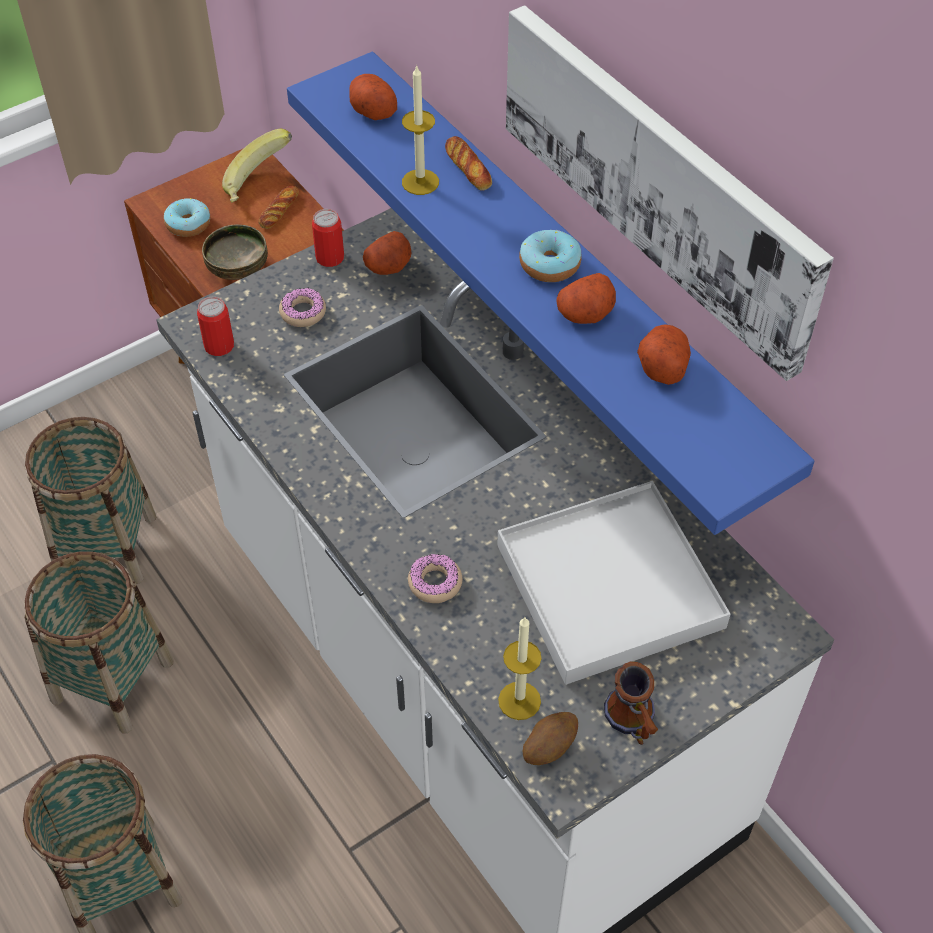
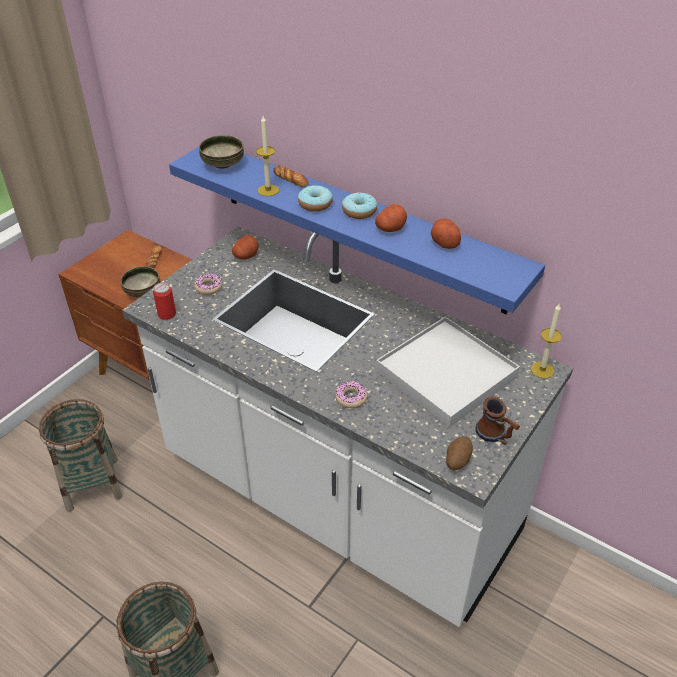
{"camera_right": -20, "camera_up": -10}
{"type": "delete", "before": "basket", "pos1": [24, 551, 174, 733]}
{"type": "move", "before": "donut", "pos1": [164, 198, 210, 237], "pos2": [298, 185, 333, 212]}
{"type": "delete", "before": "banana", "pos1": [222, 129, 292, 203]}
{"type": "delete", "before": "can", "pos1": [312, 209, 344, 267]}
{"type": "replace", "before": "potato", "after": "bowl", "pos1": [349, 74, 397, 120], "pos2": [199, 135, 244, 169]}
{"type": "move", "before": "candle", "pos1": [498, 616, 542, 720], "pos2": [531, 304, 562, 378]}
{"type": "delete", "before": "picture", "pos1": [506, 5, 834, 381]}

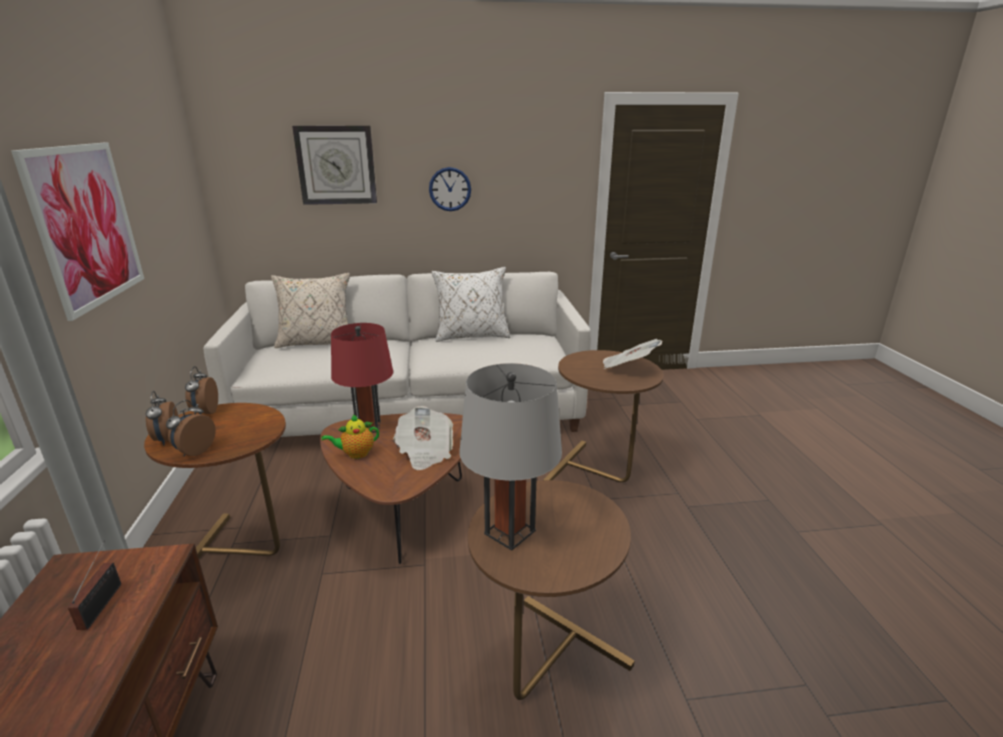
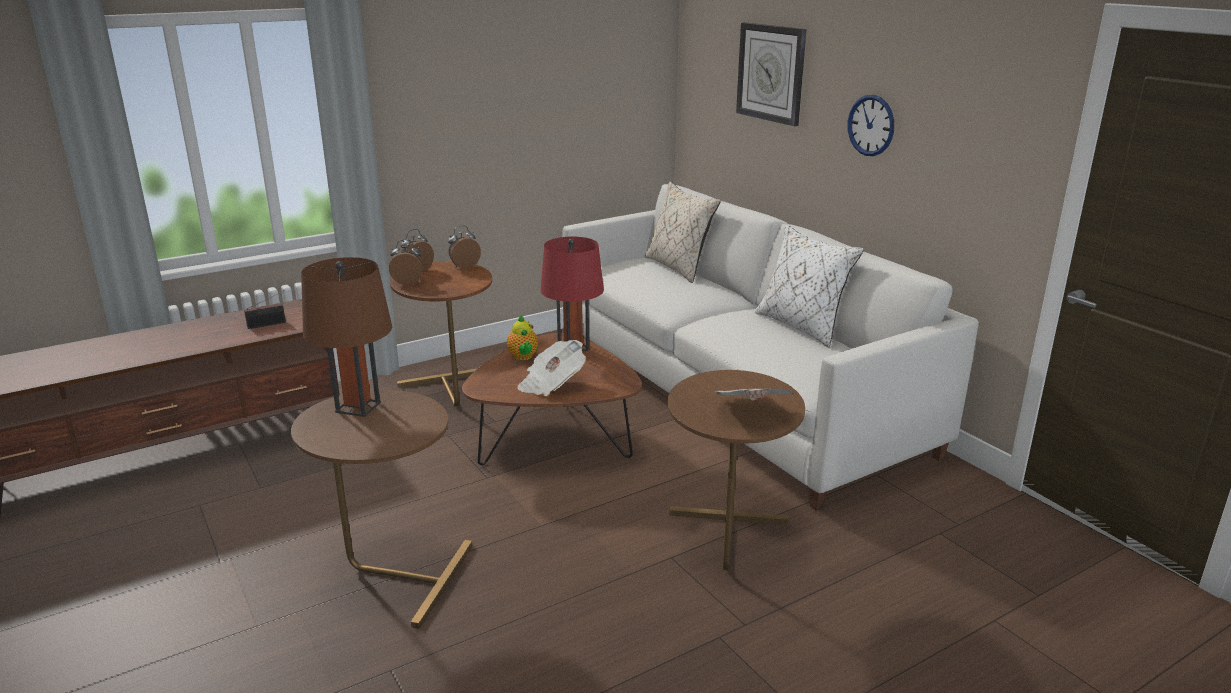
{"camera_right": 65, "camera_up": 0}
{"type": "delete", "before": "picture", "pos1": [11, 142, 144, 321]}
{"type": "rotate", "before": "teapot", "pos1": [321, 415, 379, 459], "pos2": [507, 315, 538, 360], "turn": -150}
{"type": "recolor", "before": "grey table lamp", "after": "brown table lamp", "pos1": [460, 363, 562, 550], "pos2": [301, 257, 392, 417]}

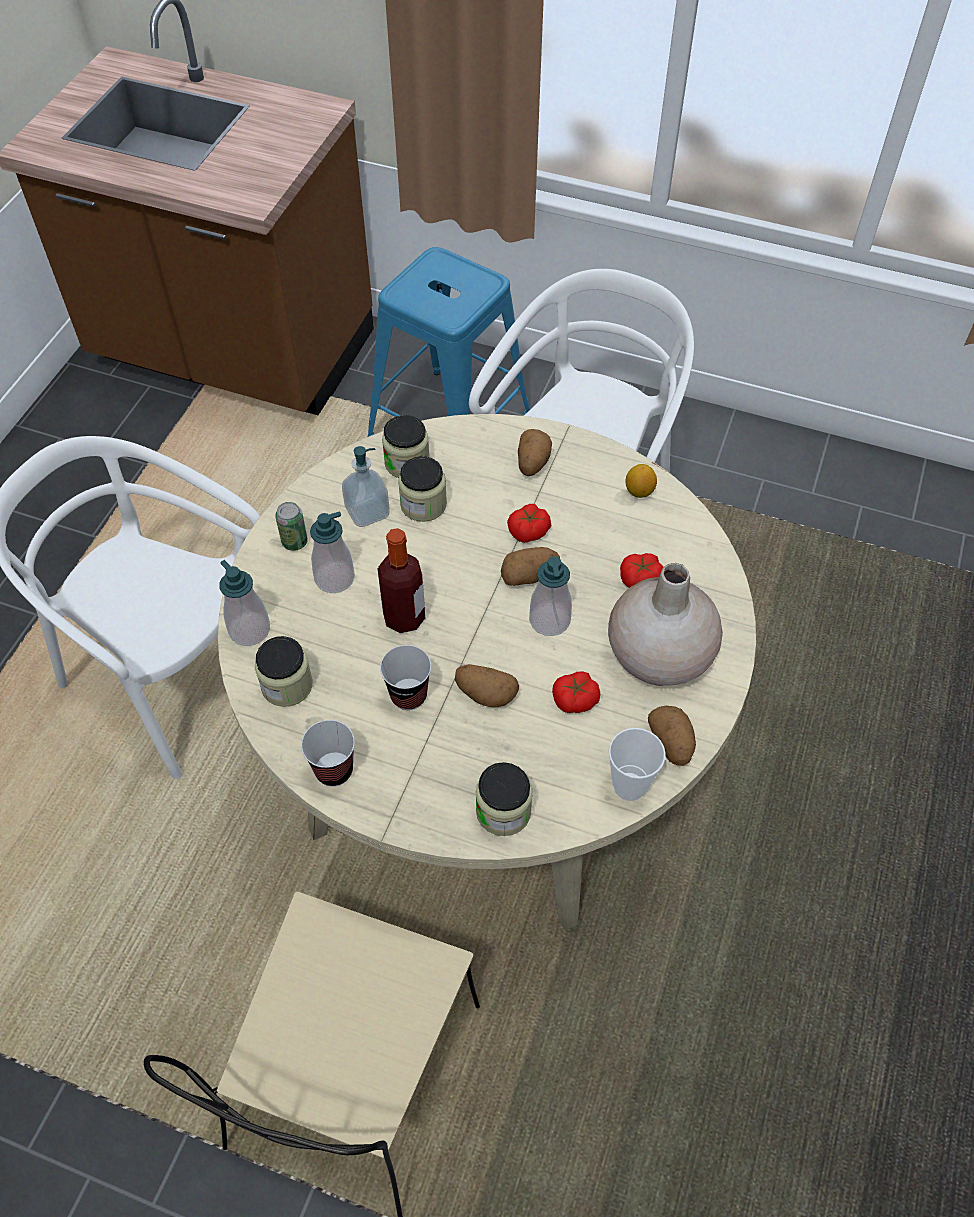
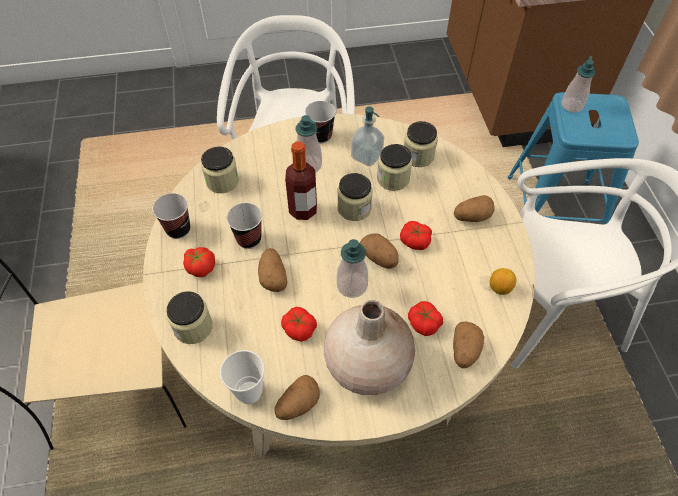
{"camera_right": 60, "camera_up": 0}
{"type": "move", "before": "soap dispenser", "pos1": [219, 560, 270, 646], "pos2": [561, 56, 596, 113]}
{"type": "replace", "before": "can", "after": "cup", "pos1": [275, 502, 308, 551], "pos2": [305, 101, 336, 144]}
{"type": "insert", "after": "tomato", "pos2": [183, 247, 215, 277]}
{"type": "insert", "after": "jar", "pos2": [337, 173, 373, 221]}
{"type": "insert", "after": "potato", "pos2": [453, 322, 484, 368]}

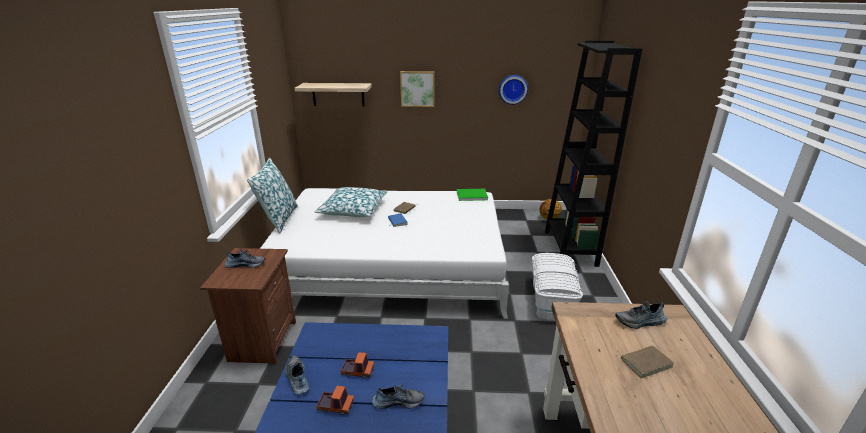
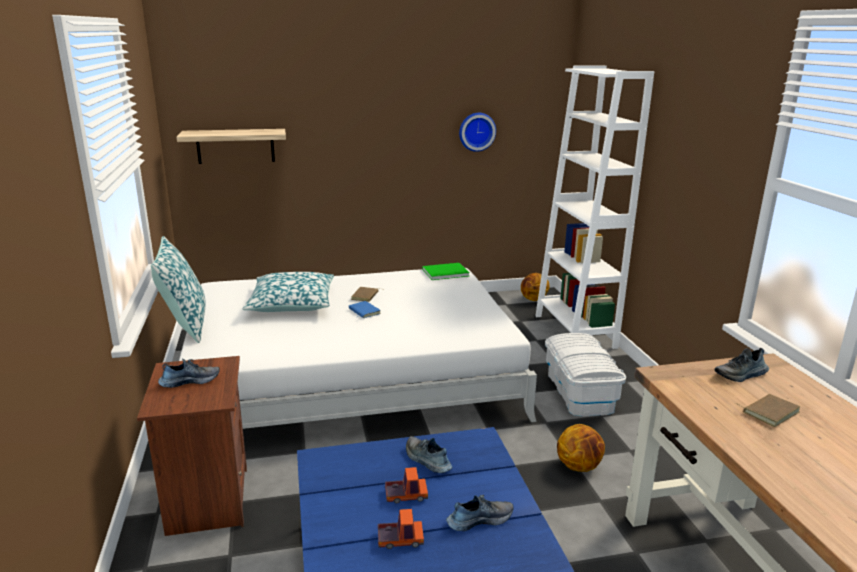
{"camera_right": -15, "camera_up": -5}
{"type": "move", "before": "shoe", "pos1": [285, 356, 309, 395], "pos2": [406, 436, 452, 473]}
{"type": "delete", "before": "picture", "pos1": [400, 71, 434, 107]}
{"type": "recolor", "before": "black bookcase", "after": "white bookcase", "pos1": [545, 40, 642, 267], "pos2": [535, 66, 654, 349]}
{"type": "insert", "after": "basketball", "pos2": [557, 424, 605, 472]}

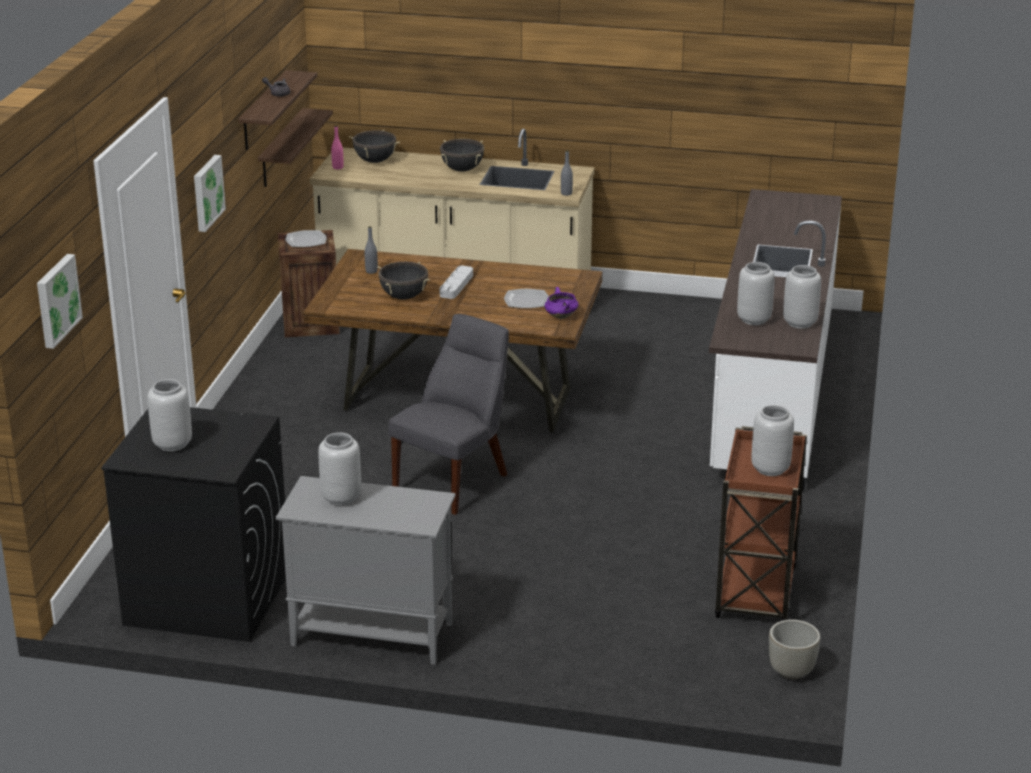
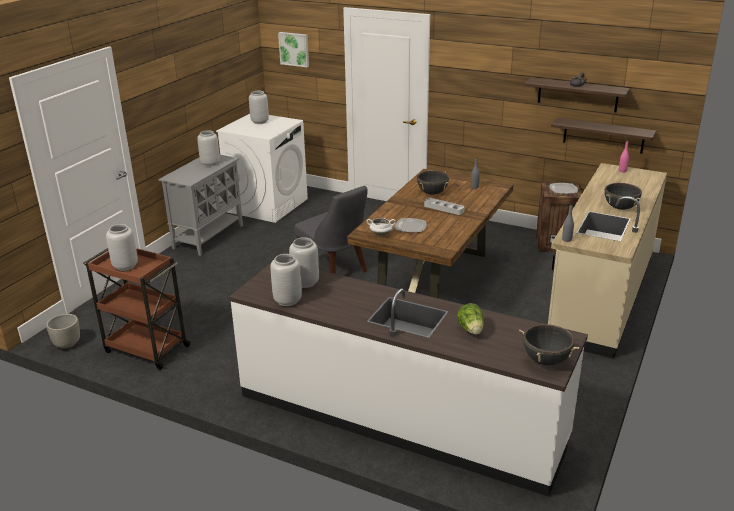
{"camera_right": 105, "camera_up": 0}
{"type": "recolor", "before": "black washing machine", "after": "white washing machine", "pos1": [101, 407, 286, 642], "pos2": [216, 114, 308, 223]}
{"type": "delete", "before": "picture", "pos1": [194, 155, 226, 232]}
{"type": "move", "before": "black cooking pot", "pos1": [349, 130, 400, 163], "pos2": [519, 324, 579, 366]}
{"type": "recolor", "before": "purple cooking pot", "after": "white cooking pot", "pos1": [545, 287, 579, 319], "pos2": [367, 218, 396, 237]}
{"type": "insert", "after": "lettuce", "pos2": [457, 303, 484, 335]}

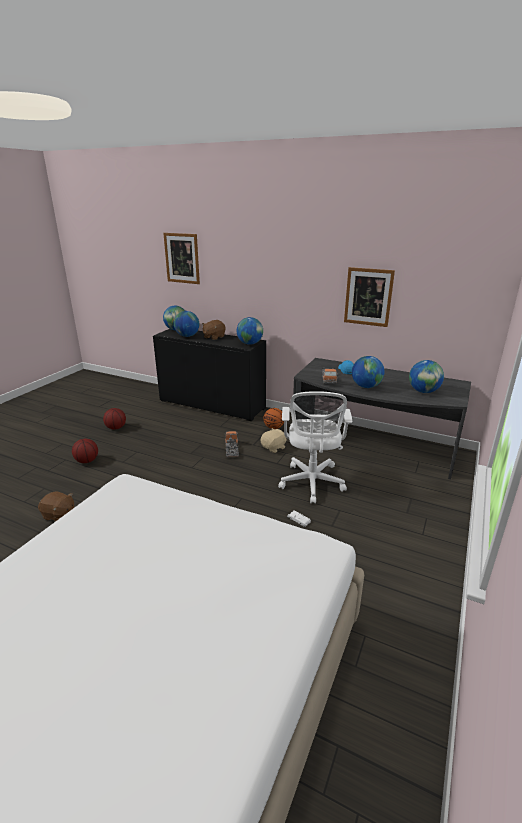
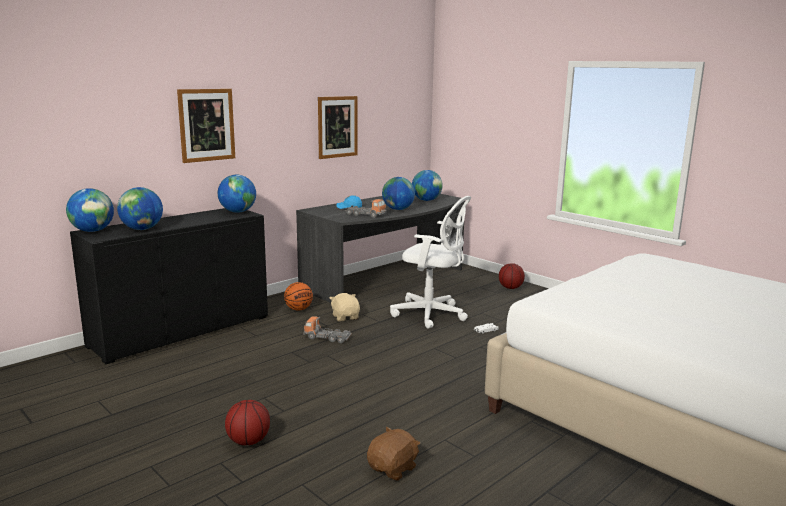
{"camera_right": -70, "camera_up": -10}
{"type": "move", "before": "basketball", "pos1": [103, 408, 126, 430], "pos2": [499, 263, 525, 289]}
{"type": "move", "before": "picture", "pos1": [163, 233, 200, 284], "pos2": [177, 89, 235, 163]}
{"type": "delete", "before": "brown plush toy", "pos1": [202, 320, 226, 340]}

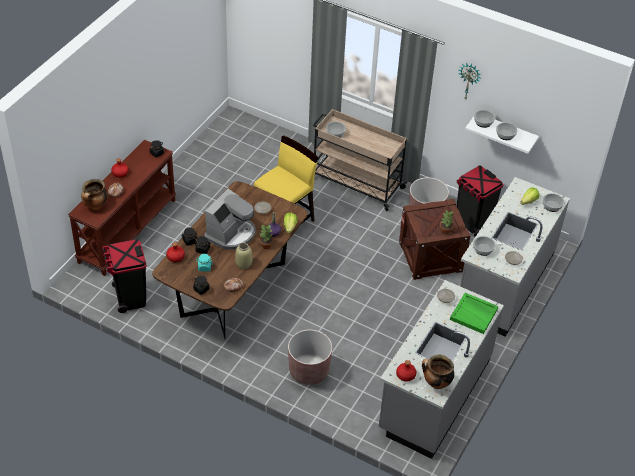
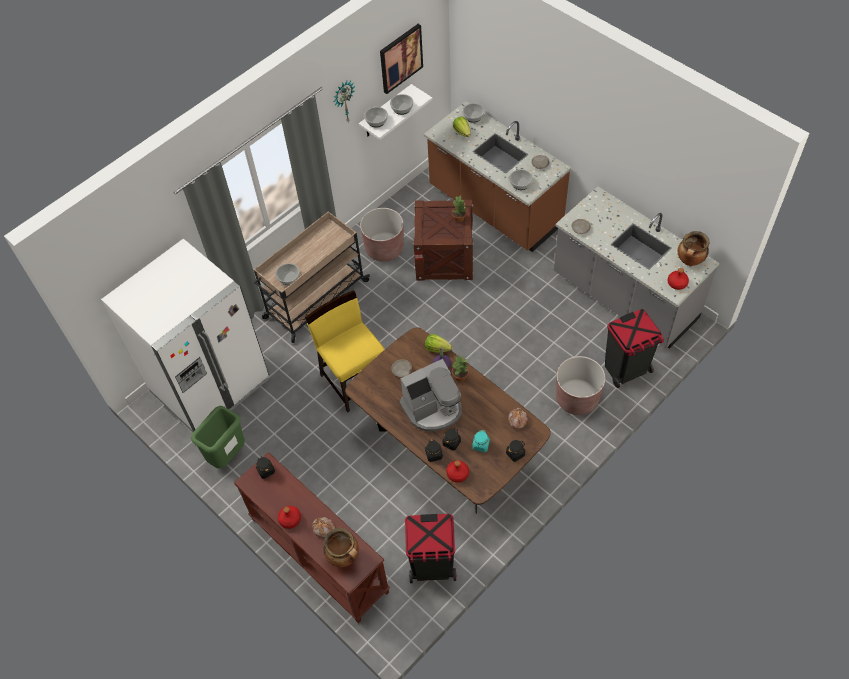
{"camera_right": -70, "camera_up": 10}
{"type": "rotate", "before": "coffee machine", "pos1": [204, 189, 256, 250], "pos2": [400, 359, 462, 431], "turn": 105}
{"type": "delete", "before": "beige vase", "pos1": [235, 243, 252, 269]}
{"type": "delete", "before": "green tray", "pos1": [450, 293, 498, 334]}
{"type": "move", "before": "black trash can", "pos1": [457, 166, 503, 237], "pos2": [605, 309, 664, 388]}
{"type": "recolor", "before": "grey counter", "after": "brown counter", "pos1": [460, 177, 570, 337], "pos2": [424, 101, 571, 252]}
{"type": "insert", "after": "white fridge", "pos2": [101, 239, 269, 433]}
{"type": "insert", "after": "green trash can", "pos2": [191, 406, 245, 469]}
{"type": "insert", "after": "picture", "pos2": [380, 24, 423, 94]}

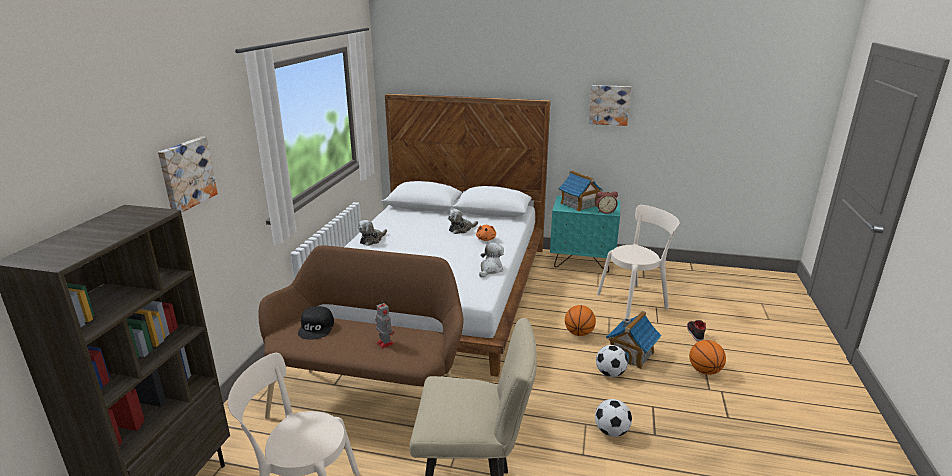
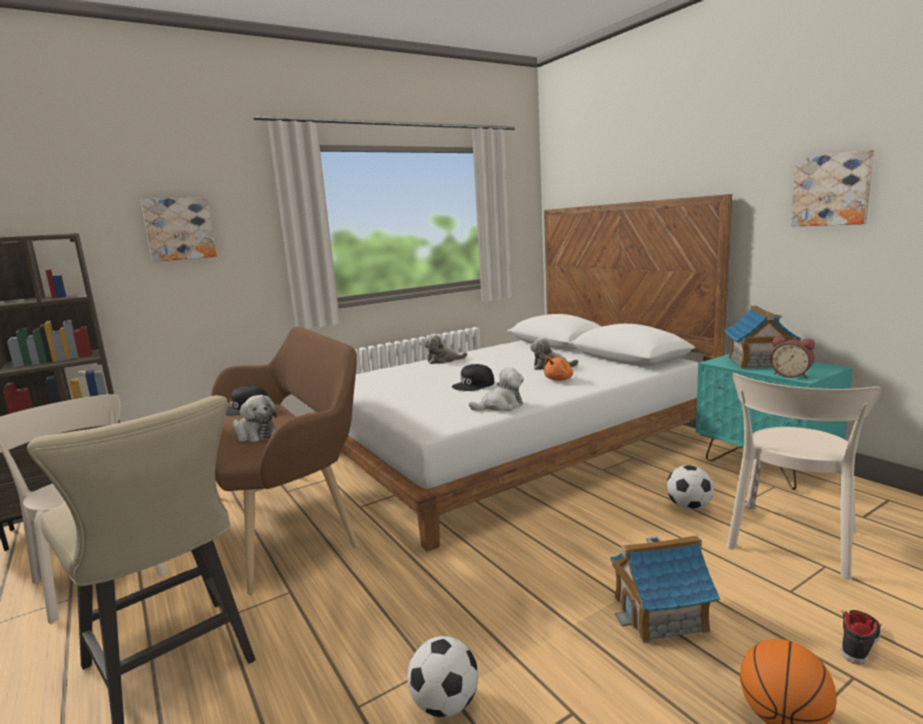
{"camera_right": 45, "camera_up": -10}
{"type": "replace", "before": "toy robot", "after": "plush toy", "pos1": [375, 300, 395, 349], "pos2": [233, 395, 277, 442]}
{"type": "delete", "before": "basketball", "pos1": [565, 305, 596, 336]}
{"type": "move", "before": "football", "pos1": [596, 345, 628, 377], "pos2": [666, 465, 714, 510]}
{"type": "rotate", "before": "beige chair", "pos1": [597, 205, 680, 319], "pos2": [727, 373, 881, 580], "turn": 105}
{"type": "insert", "after": "black cap", "pos2": [452, 364, 494, 391]}

